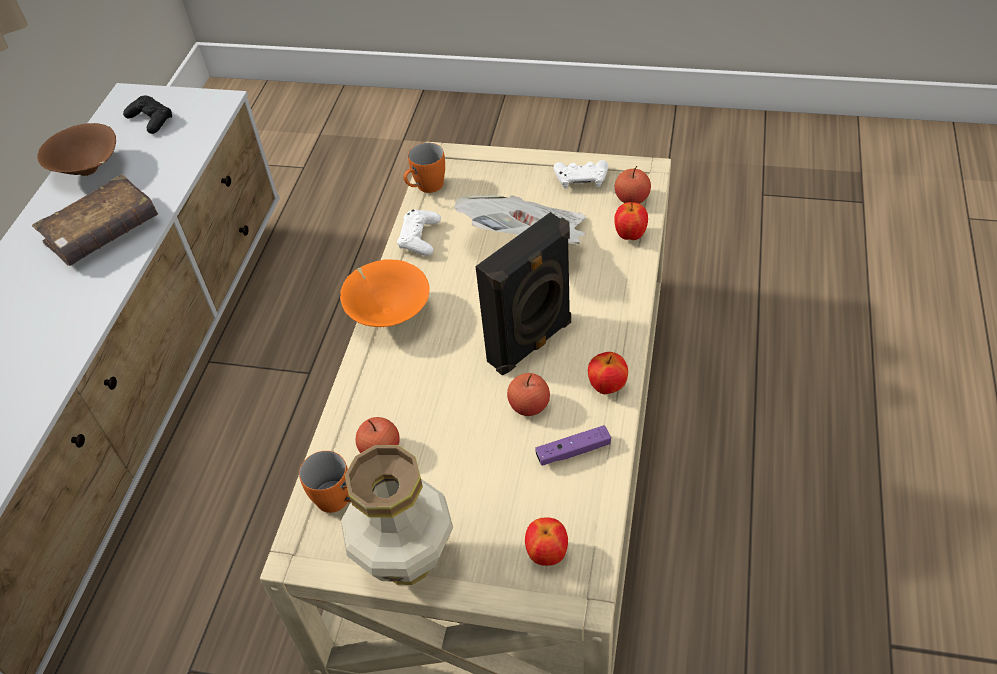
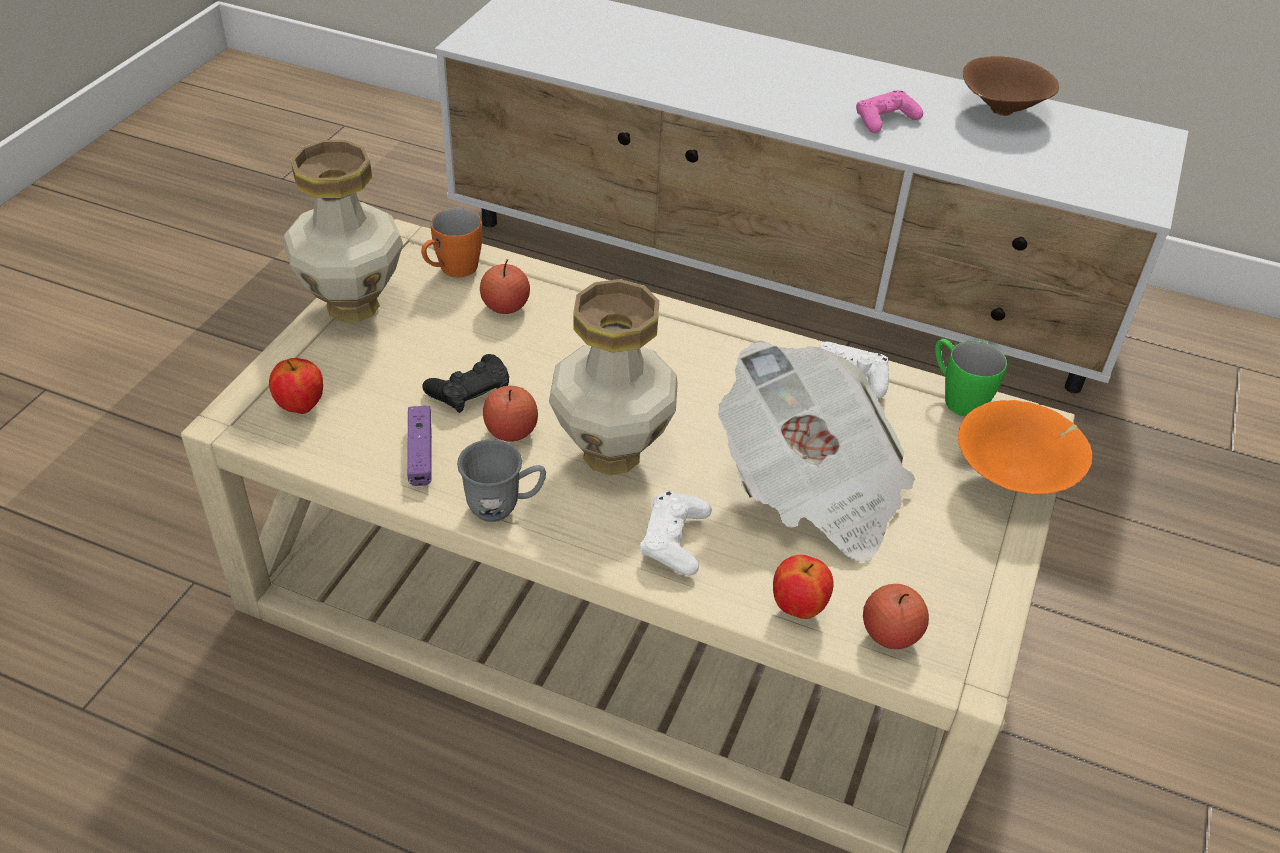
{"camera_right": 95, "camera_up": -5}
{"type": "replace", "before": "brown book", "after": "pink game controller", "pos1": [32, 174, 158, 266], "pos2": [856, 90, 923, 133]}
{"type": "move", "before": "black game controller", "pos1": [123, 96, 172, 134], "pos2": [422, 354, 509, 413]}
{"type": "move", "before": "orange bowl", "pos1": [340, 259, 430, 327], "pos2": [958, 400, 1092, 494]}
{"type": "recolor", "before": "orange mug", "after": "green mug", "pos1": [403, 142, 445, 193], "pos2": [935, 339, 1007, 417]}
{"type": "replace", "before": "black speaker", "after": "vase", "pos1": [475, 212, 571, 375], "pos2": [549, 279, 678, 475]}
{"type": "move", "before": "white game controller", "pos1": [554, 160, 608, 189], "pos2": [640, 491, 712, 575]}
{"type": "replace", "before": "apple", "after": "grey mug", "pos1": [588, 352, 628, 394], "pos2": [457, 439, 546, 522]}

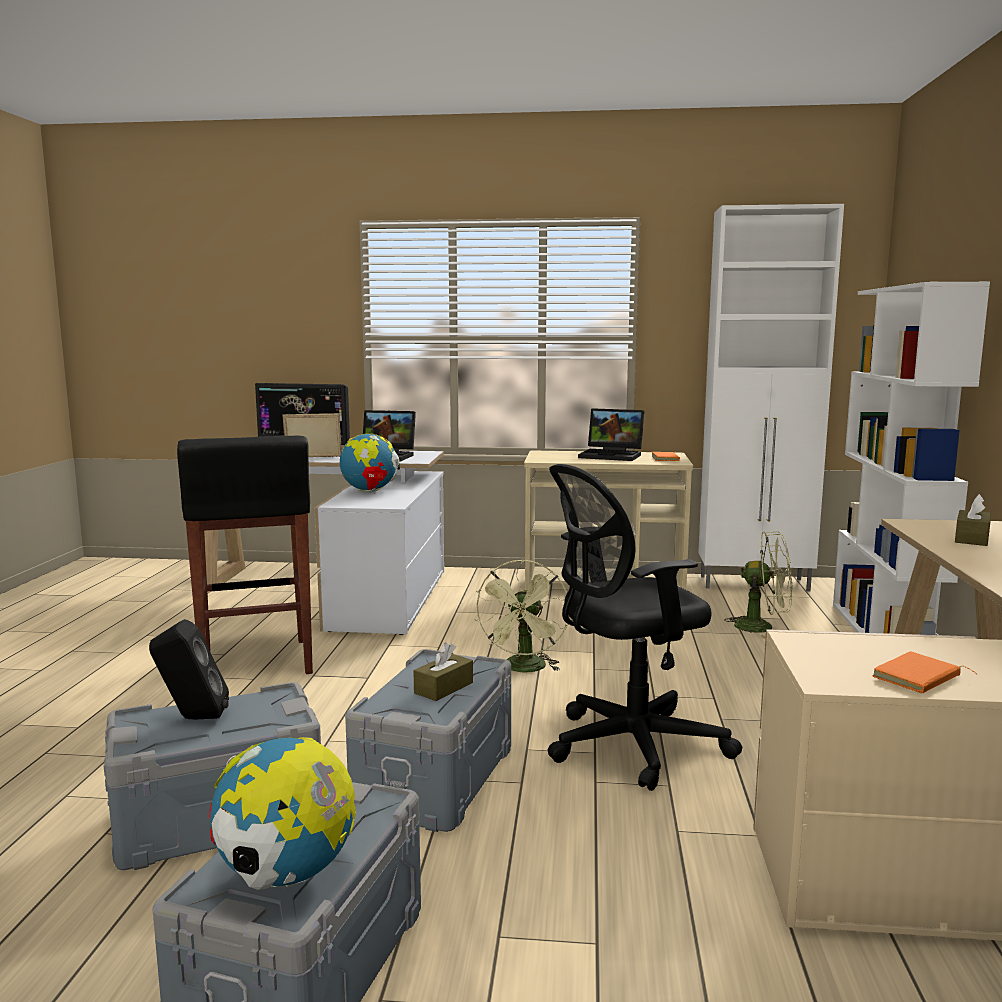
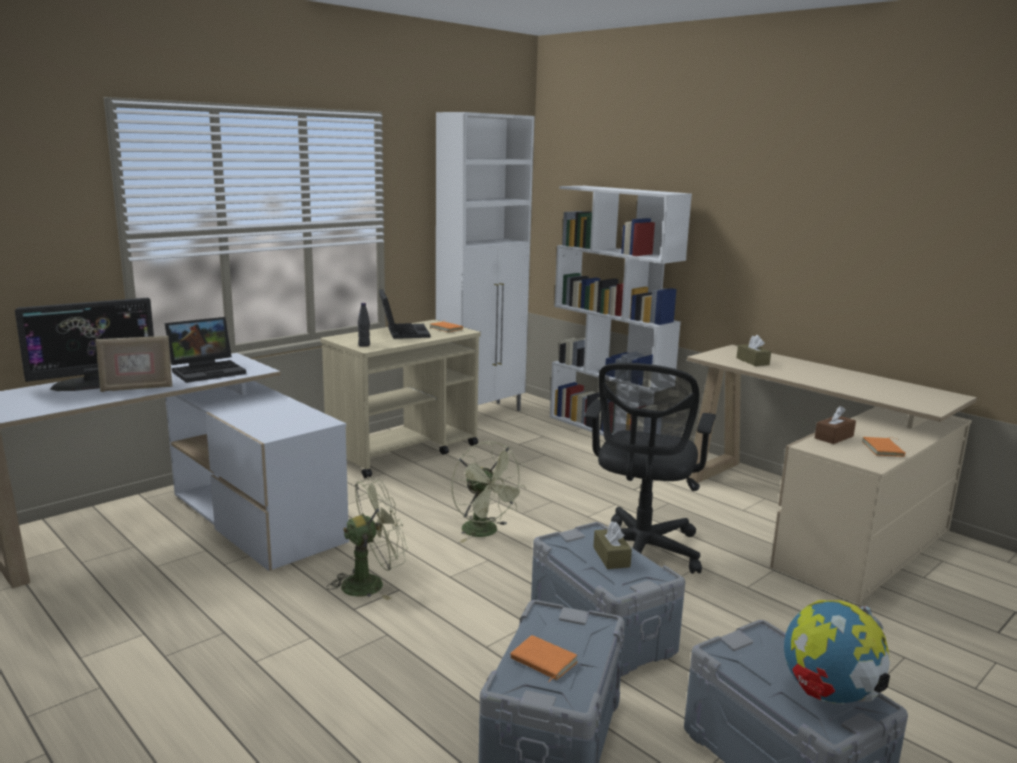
{"camera_right": -50, "camera_up": 5}
{"type": "replace", "before": "black speaker", "after": "orange book", "pos1": [149, 619, 229, 719], "pos2": [510, 635, 578, 682]}
{"type": "delete", "before": "black stool", "pos1": [177, 436, 313, 674]}
{"type": "rotate", "before": "picture frame", "pos1": [282, 413, 342, 457], "pos2": [95, 336, 173, 392], "turn": -150}
{"type": "delete", "before": "globe", "pos1": [340, 434, 400, 492]}
{"type": "rotate", "before": "laptop", "pos1": [578, 408, 644, 461], "pos2": [379, 289, 430, 339], "turn": -75}
{"type": "move", "before": "green fan", "pos1": [724, 531, 792, 639], "pos2": [327, 478, 407, 600]}
{"type": "insert", "after": "black bottle", "pos2": [358, 303, 370, 347]}
{"type": "insert", "after": "brown tissue box", "pos2": [815, 406, 856, 444]}

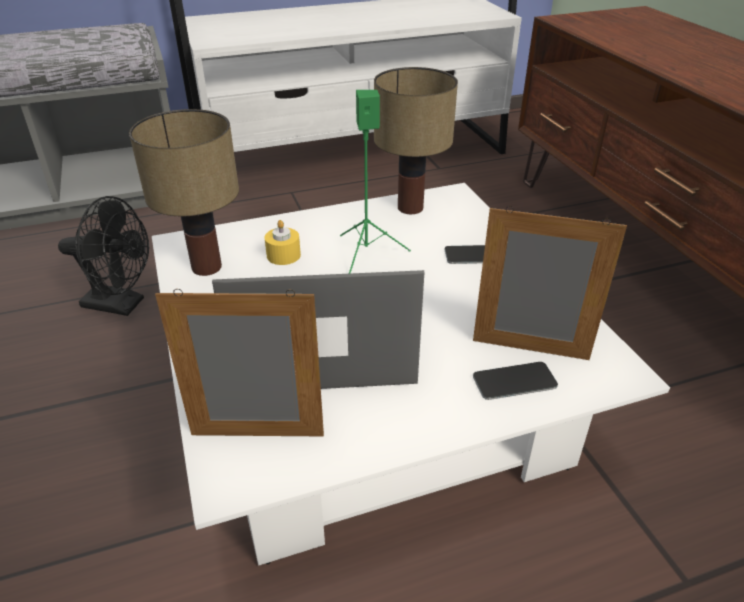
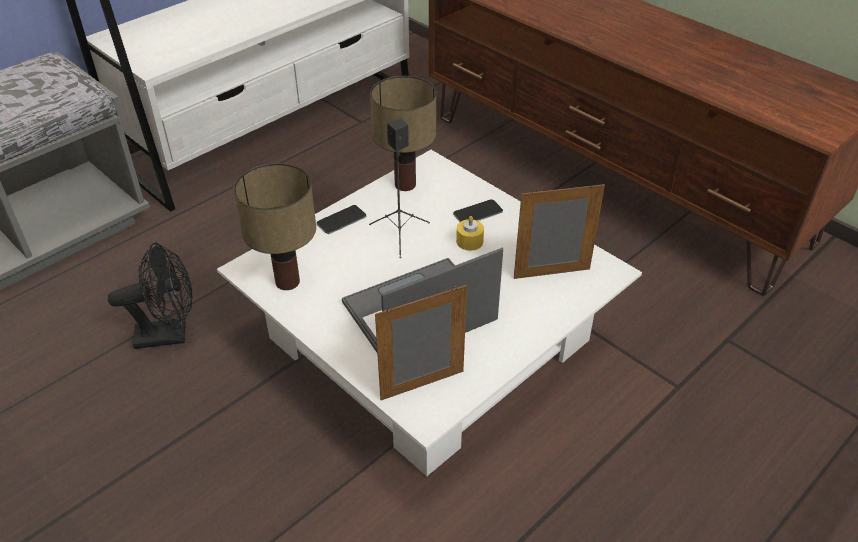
{"camera_right": -25, "camera_up": 5}
{"type": "move", "before": "yellow candle", "pos1": [264, 220, 301, 265], "pos2": [456, 216, 484, 251]}
{"type": "recolor", "before": "green speaker", "after": "black speaker", "pos1": [340, 90, 411, 274], "pos2": [369, 119, 430, 258]}
{"type": "move", "before": "phone", "pos1": [473, 362, 558, 400], "pos2": [317, 205, 366, 234]}

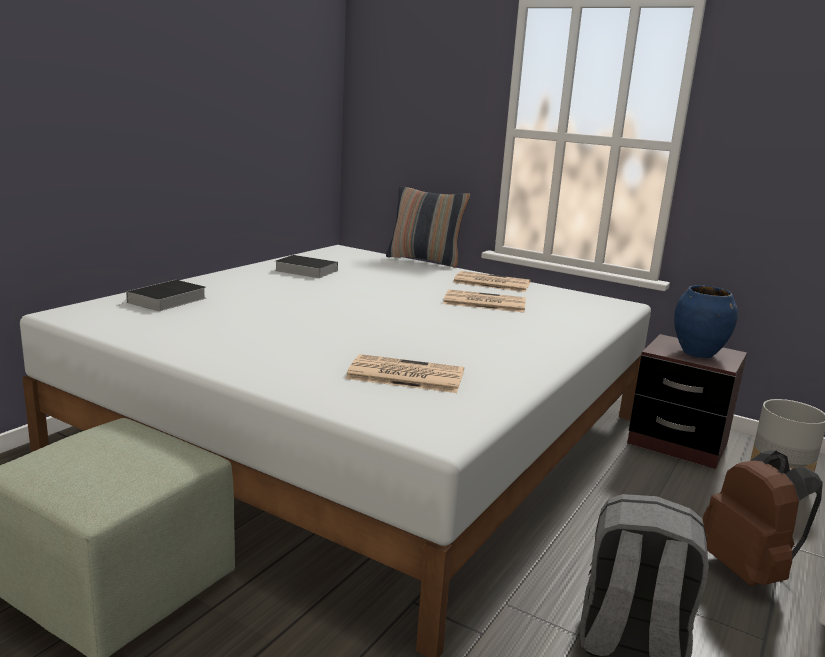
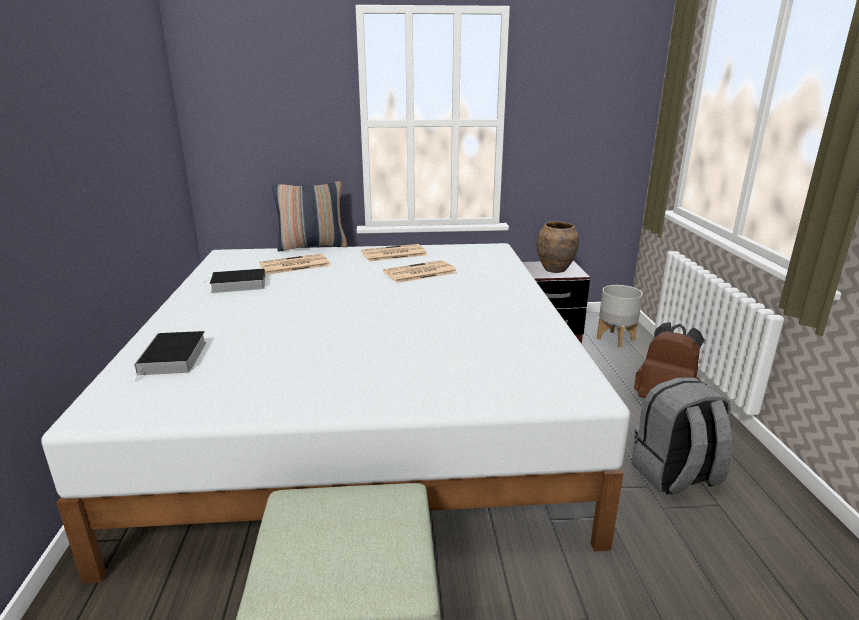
{"camera_right": -35, "camera_up": 5}
{"type": "move", "before": "newspaper", "pos1": [345, 354, 464, 393], "pos2": [259, 254, 330, 275]}
{"type": "recolor", "before": "blue vase", "after": "brown vase", "pos1": [674, 285, 738, 358], "pos2": [537, 221, 579, 273]}

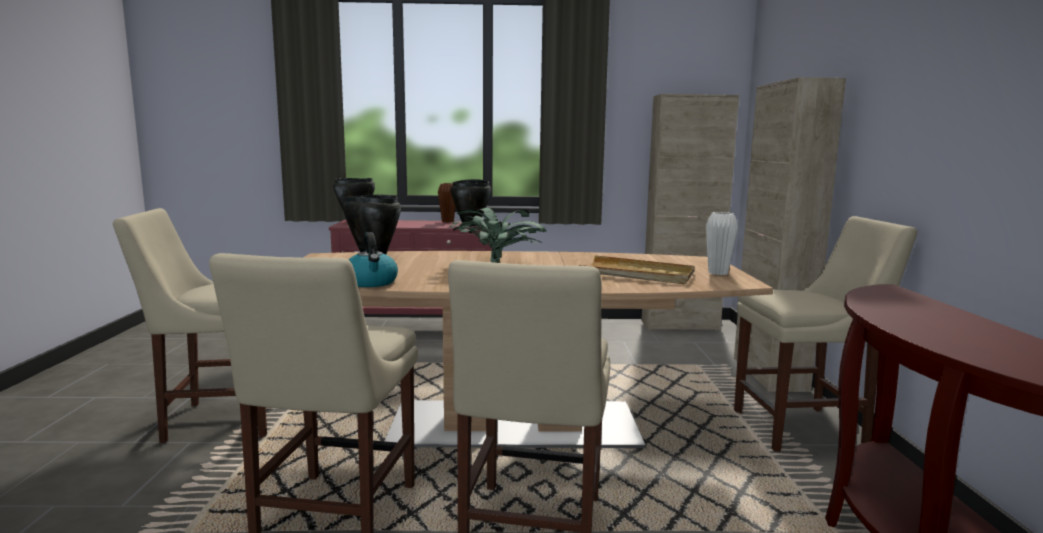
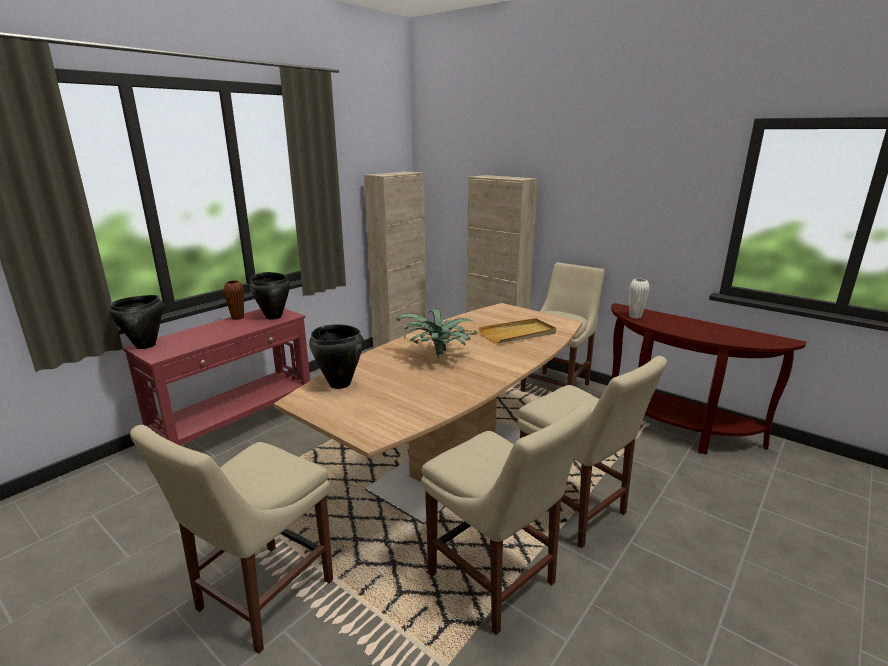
{"camera_right": -50, "camera_up": 10}
{"type": "delete", "before": "kettle", "pos1": [348, 232, 398, 287]}
{"type": "move", "before": "white vase", "pos1": [706, 212, 738, 275], "pos2": [629, 278, 650, 319]}

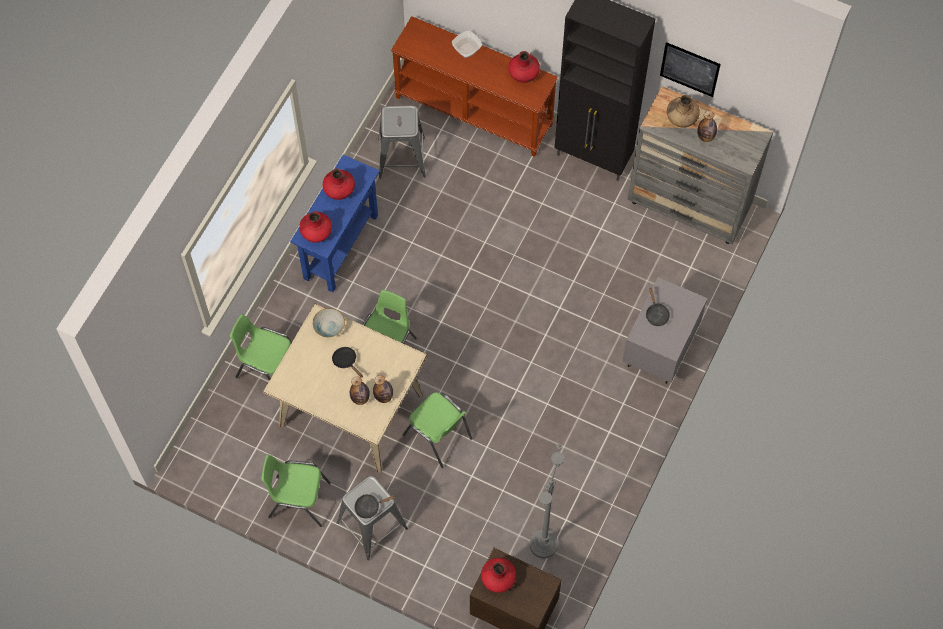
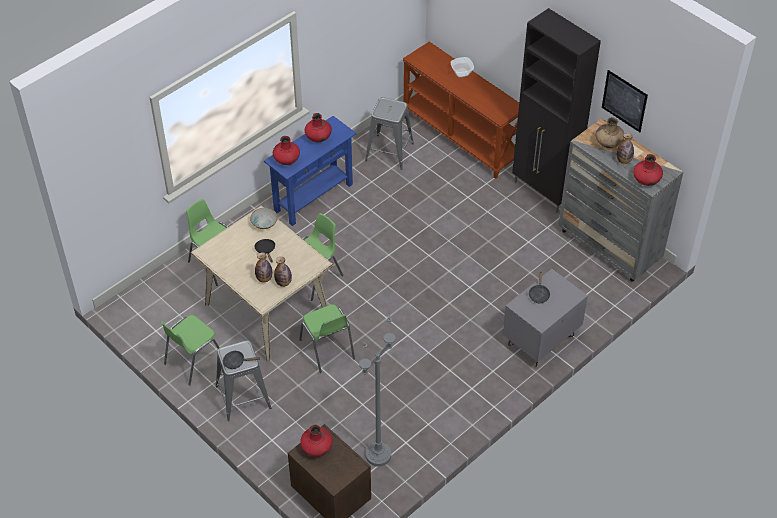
{"camera_right": 20, "camera_up": -15}
{"type": "rotate", "before": "green chair", "pos1": [261, 454, 330, 527], "pos2": [160, 315, 220, 385], "turn": -75}
{"type": "move", "before": "red vase", "pos1": [508, 51, 540, 83], "pos2": [633, 154, 663, 186]}

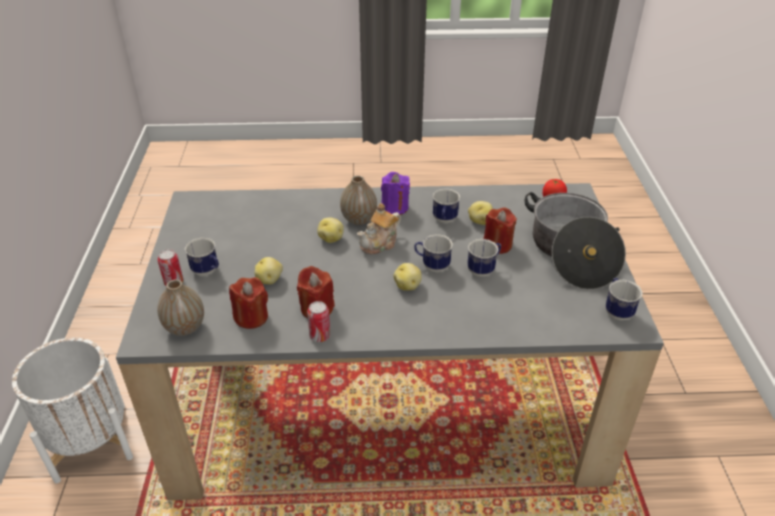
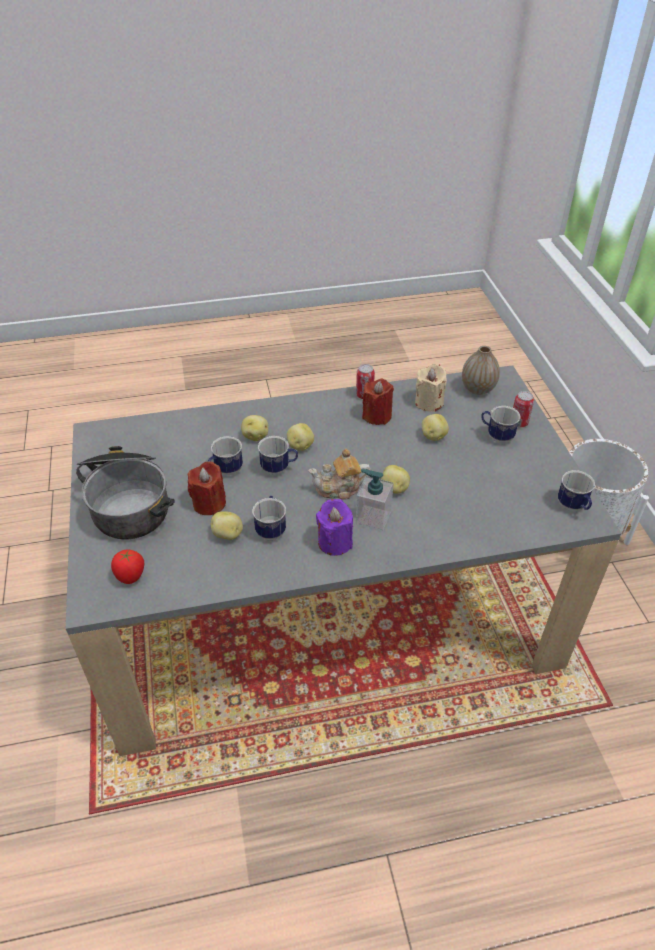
{"camera_right": 170, "camera_up": 5}
{"type": "recolor", "before": "red candle", "after": "beige candle", "pos1": [229, 277, 268, 329], "pos2": [415, 364, 447, 412]}
{"type": "replace", "before": "vase", "after": "soap dispenser", "pos1": [340, 176, 377, 225], "pos2": [356, 469, 394, 532]}
{"type": "rotate", "before": "teapot", "pos1": [357, 203, 401, 254], "pos2": [309, 449, 371, 500], "turn": -135}
{"type": "move", "before": "mug", "pos1": [606, 278, 642, 321], "pos2": [558, 470, 595, 511]}
{"type": "insert", "after": "potato", "pos2": [241, 415, 268, 441]}

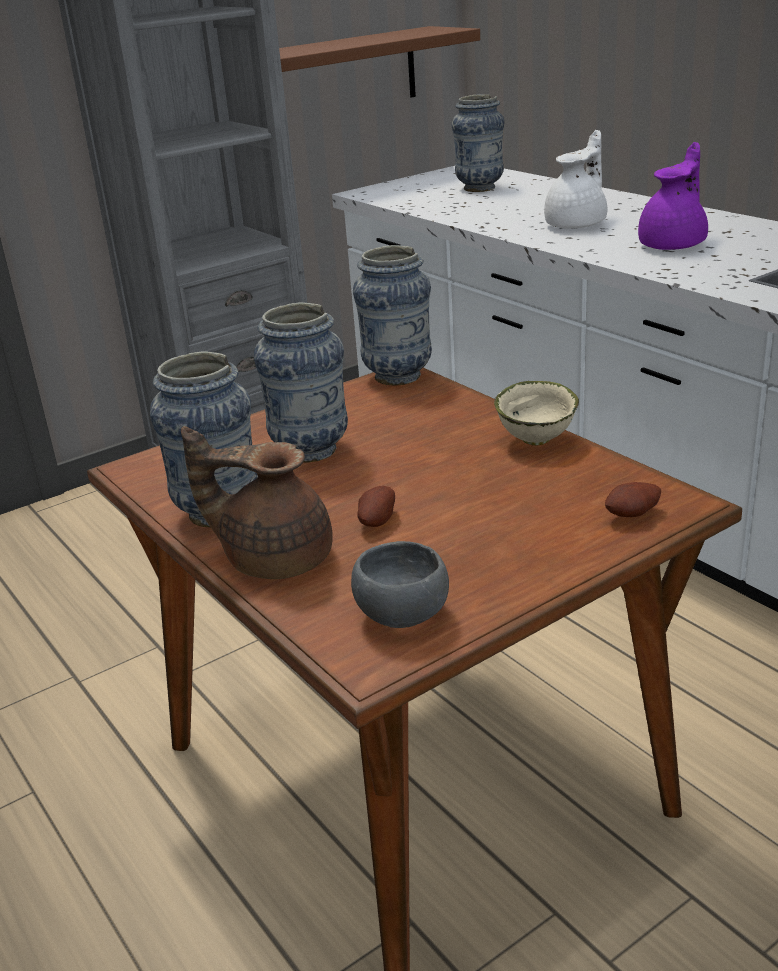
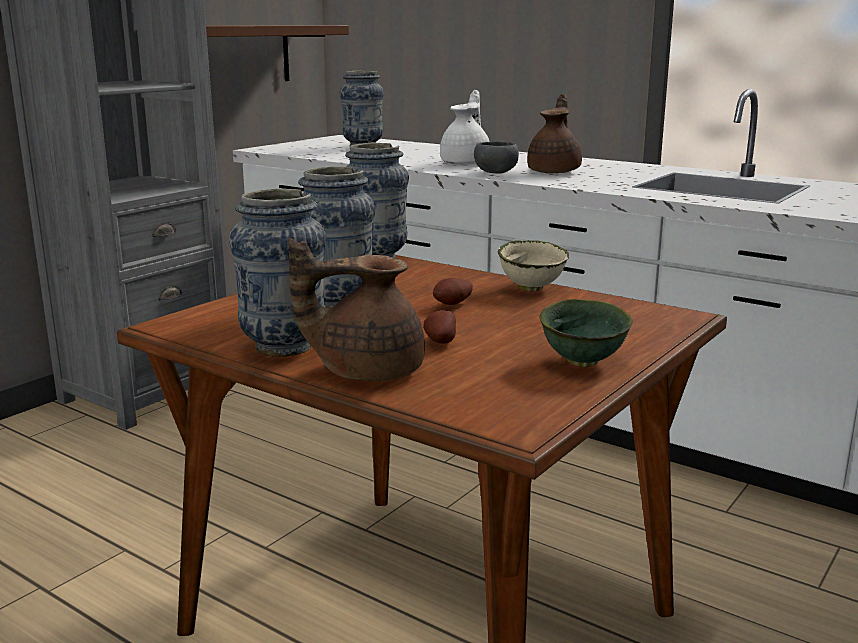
{"camera_right": -20, "camera_up": -10}
{"type": "move", "before": "grey bowl", "pos1": [351, 541, 449, 628], "pos2": [474, 141, 519, 174]}
{"type": "move", "before": "potato", "pos1": [605, 482, 661, 517], "pos2": [433, 278, 473, 305]}
{"type": "recolor", "before": "purple teapot", "after": "brown teapot", "pos1": [638, 142, 708, 250], "pos2": [527, 94, 582, 173]}
{"type": "insert", "after": "green bowl", "pos2": [539, 299, 633, 367]}

